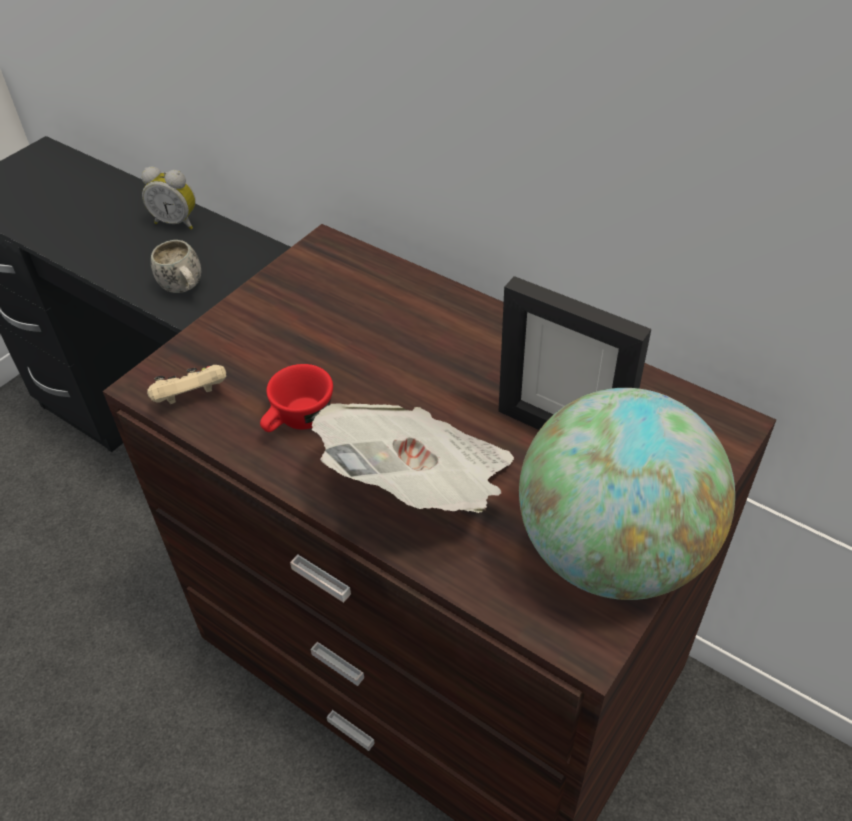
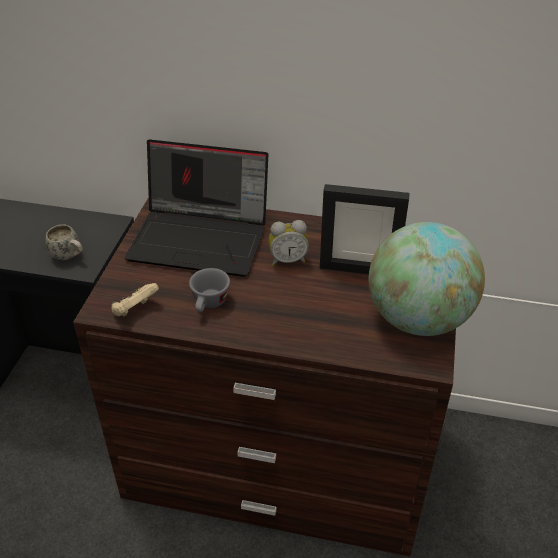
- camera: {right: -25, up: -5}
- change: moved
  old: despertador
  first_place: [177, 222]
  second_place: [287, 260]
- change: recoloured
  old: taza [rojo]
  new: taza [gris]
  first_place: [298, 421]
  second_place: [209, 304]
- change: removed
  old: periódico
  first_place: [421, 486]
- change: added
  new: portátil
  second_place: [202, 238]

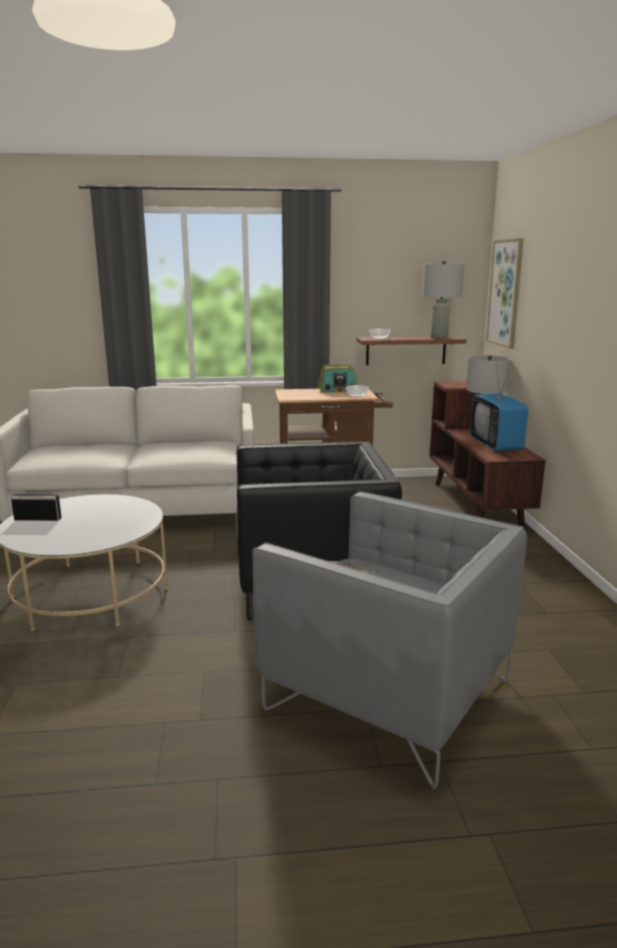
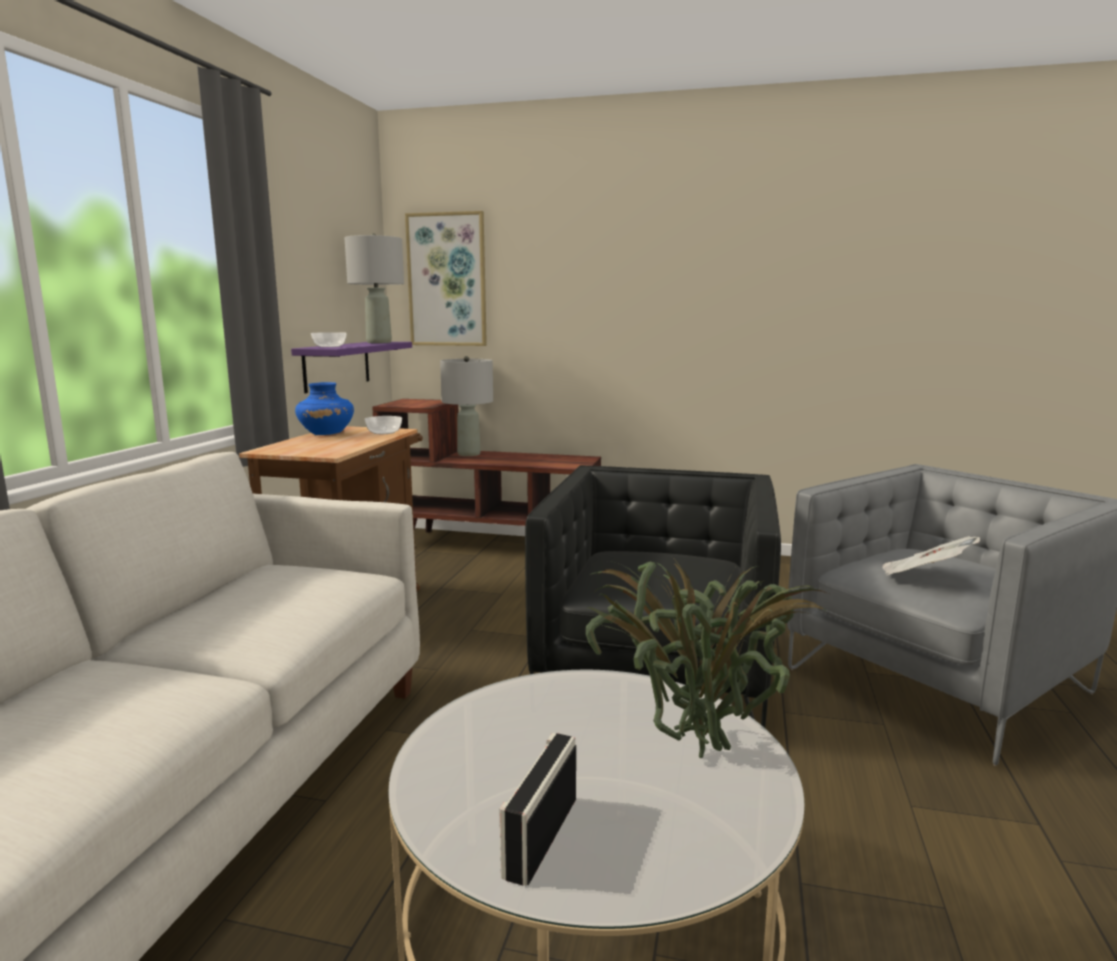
- camera: {right: -70, up: -5}
- change: replaced
  old: radio
  new: florero [azul]
  first_place: [338, 390]
  second_place: [326, 434]
- change: recoloured
  old: estante [marrón]
  new: estante [morado]
  first_place: [406, 350]
  second_place: [337, 365]
- change: removed
  old: televisor
  first_place: [495, 446]
- change: added
  new: planta en maceta
  second_place: [693, 749]

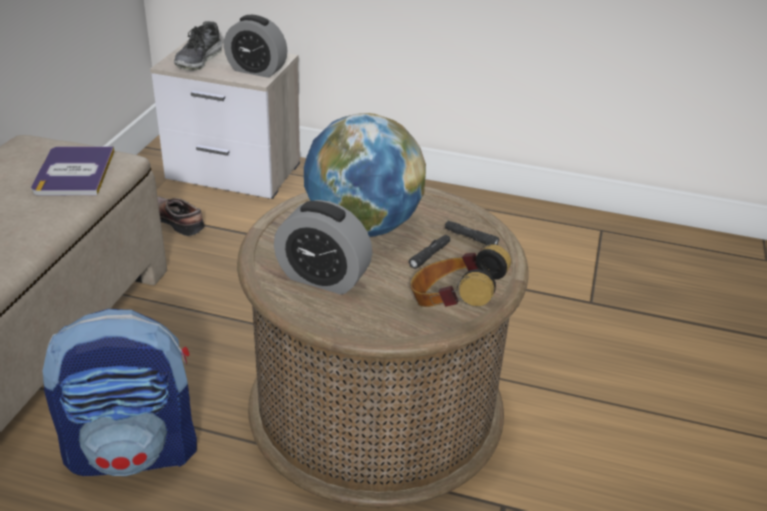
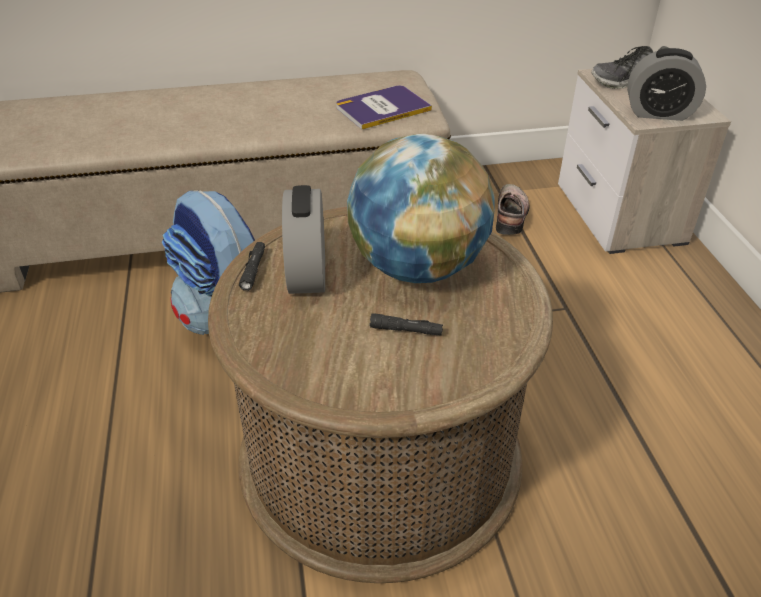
- camera: {right: 65, up: 5}
- change: turned
  old: despertador
  first_place: [256, 70]
  second_place: [658, 113]
  degrees: -75
- change: removed
  old: auriculares
  first_place: [453, 305]
- change: moved
  old: linterna [negro]
  first_place: [470, 238]
  second_place: [253, 270]

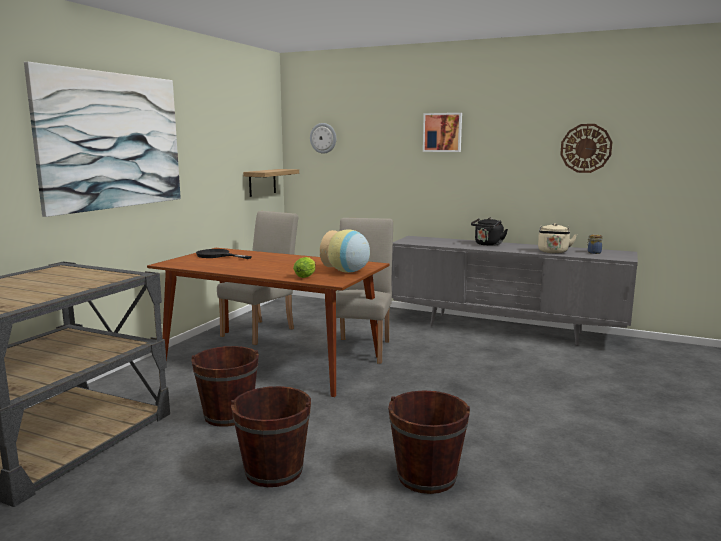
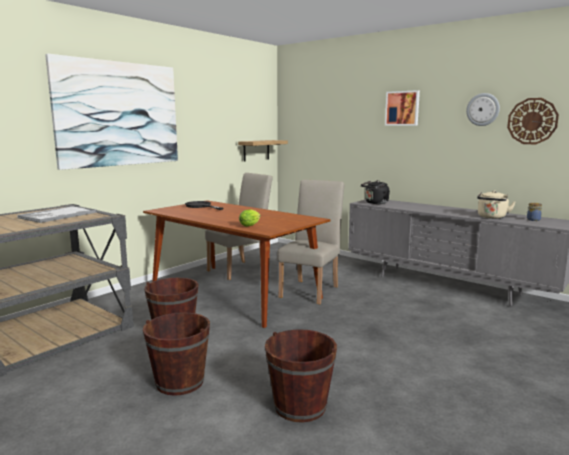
- camera: {right: 15, up: 0}
- change: moved
  old: reloj de pared
  first_place: [323, 138]
  second_place: [483, 109]
- change: removed
  old: florero
  first_place: [347, 271]
- change: moved
  old: hervidor [negro]
  first_place: [488, 244]
  second_place: [375, 203]
- change: added
  new: bandeja
  second_place: [57, 215]

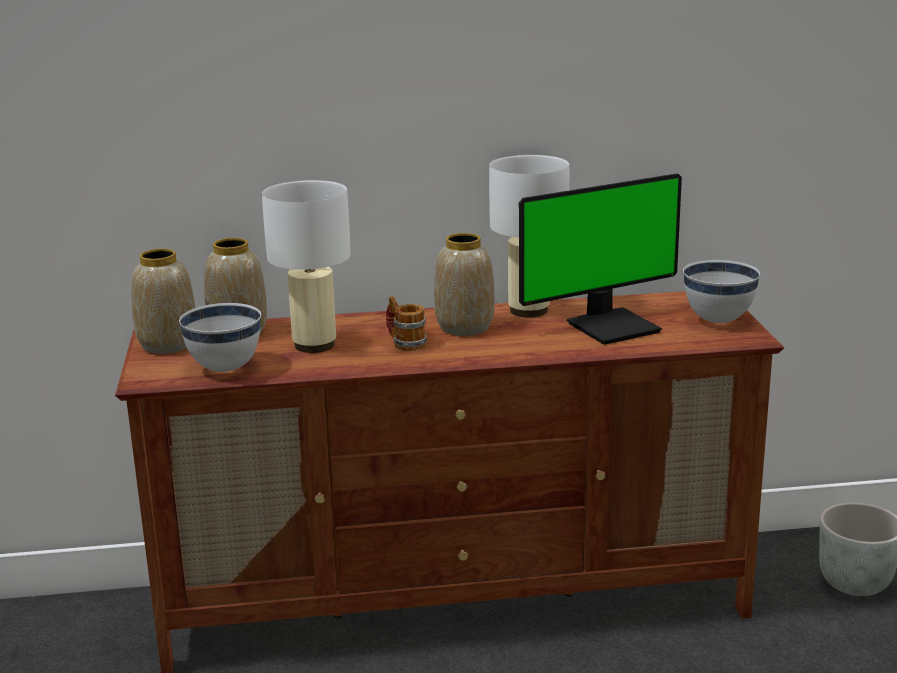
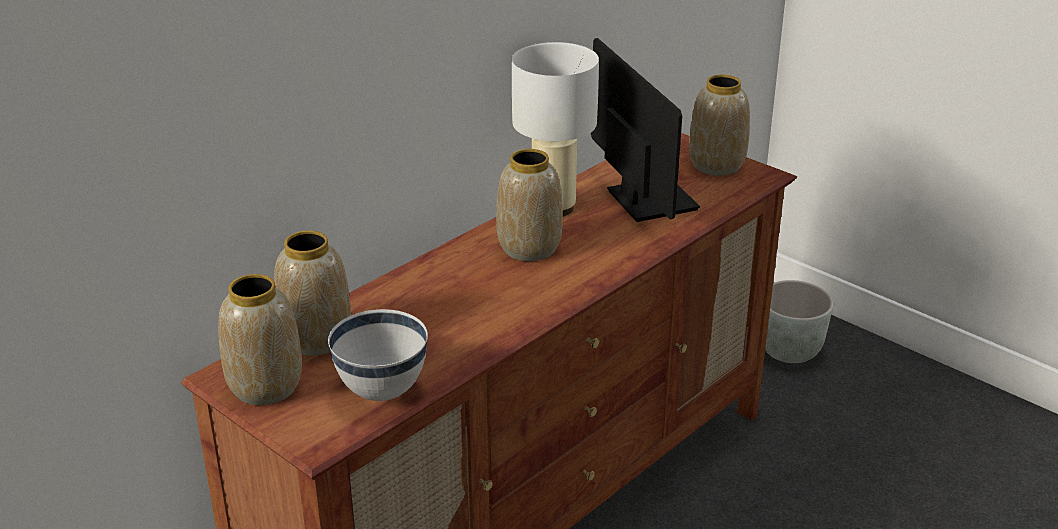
- camera: {right: -40, up: 10}
- change: removed
  old: lámpara de mesa [blanco]
  first_place: [316, 345]
- change: removed
  old: taza grande
  first_place: [405, 343]
- change: turned
  old: monitor
  first_place: [612, 326]
  second_place: [647, 201]
  degrees: -45
- change: replaced
  old: cuenco [blanco]
  new: florero
  first_place: [718, 321]
  second_place: [717, 165]

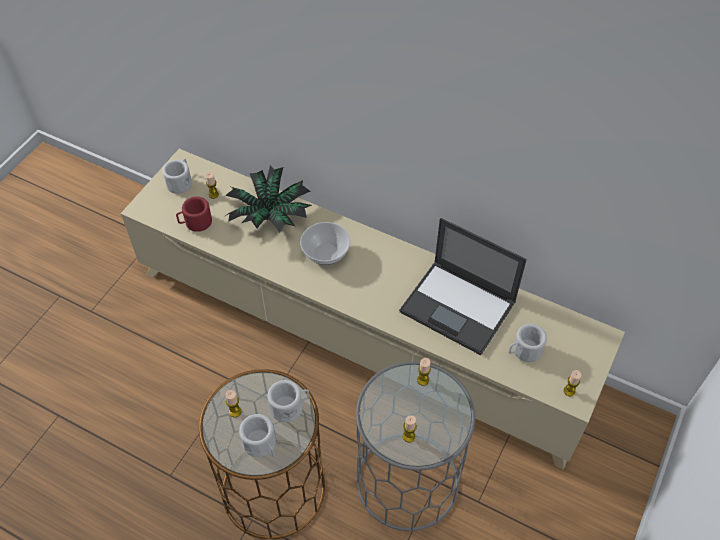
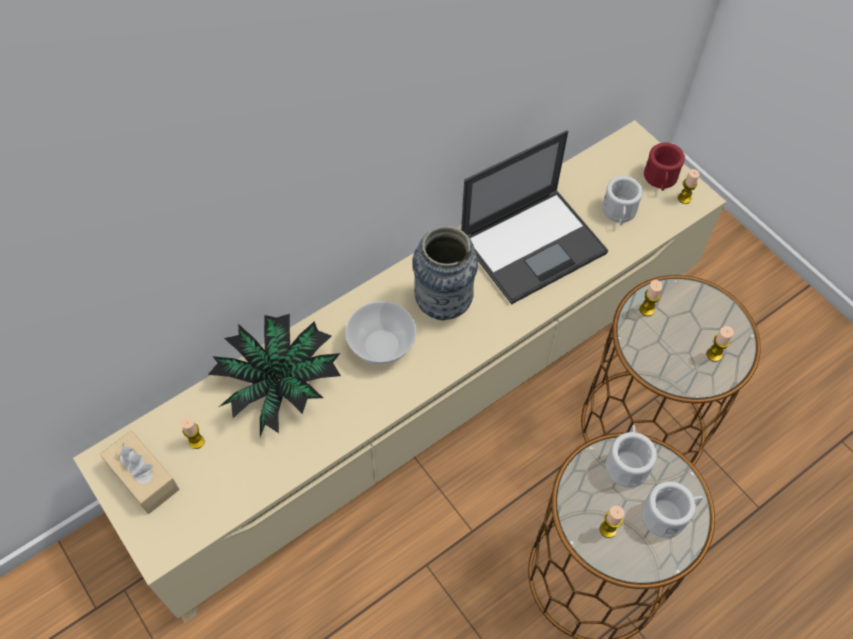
- camera: {right: -65, up: 5}
- change: replaced
  old: taza grande [blanco]
  new: caja de pañuelos [beis]
  first_place: [181, 182]
  second_place: [143, 477]
- change: moved
  old: taza grande [rojo]
  first_place: [195, 222]
  second_place: [660, 179]
- change: recoloured
  old: mesa auxiliar [gris]
  new: mesa auxiliar [marrón]
  first_place: [408, 481]
  second_place: [643, 426]
- change: added
  new: florero
  second_place: [443, 304]

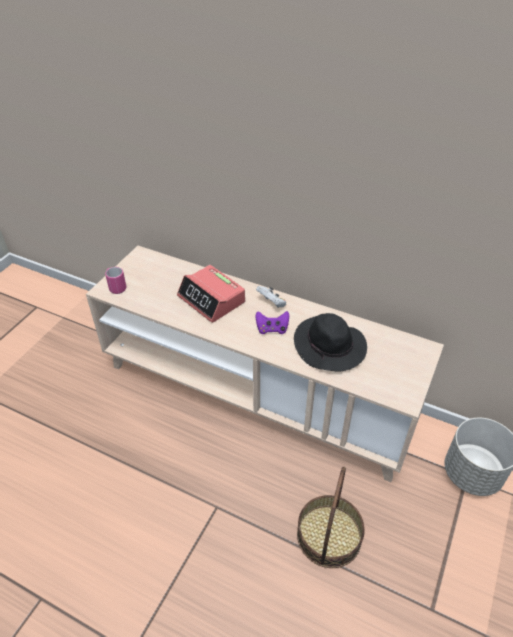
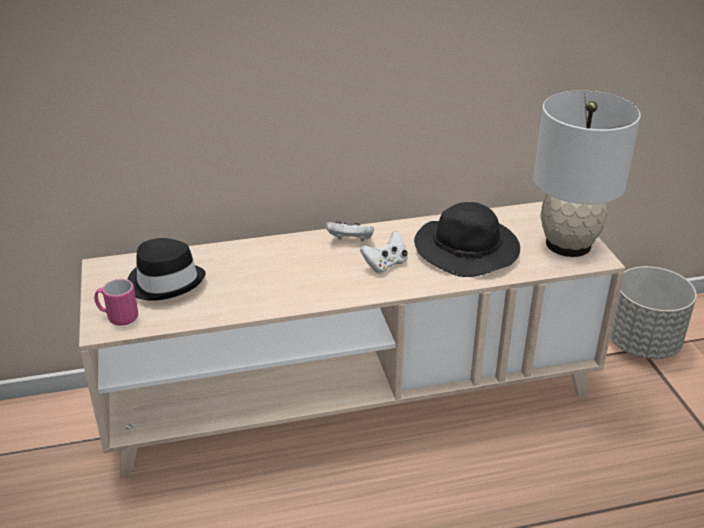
- camera: {right: -40, up: -10}
- change: removed
  old: despertador
  first_place: [212, 299]
- change: recoloured
  old: mando de consola [morado]
  new: mando de consola [blanco]
  first_place: [272, 329]
  second_place: [385, 265]
- change: removed
  old: cesta
  first_place: [329, 536]
- change: added
  new: sombrero [negro]
  second_place: [165, 282]
- change: added
  new: lámpara de mesa [blanco]
  second_place: [568, 244]

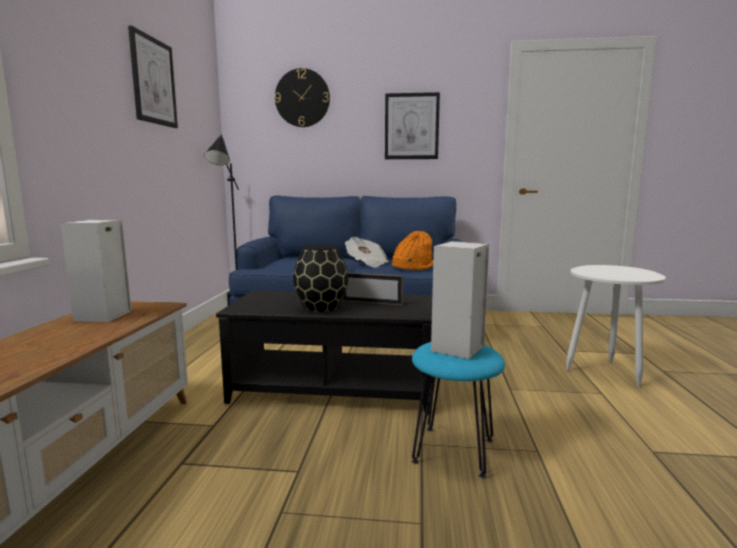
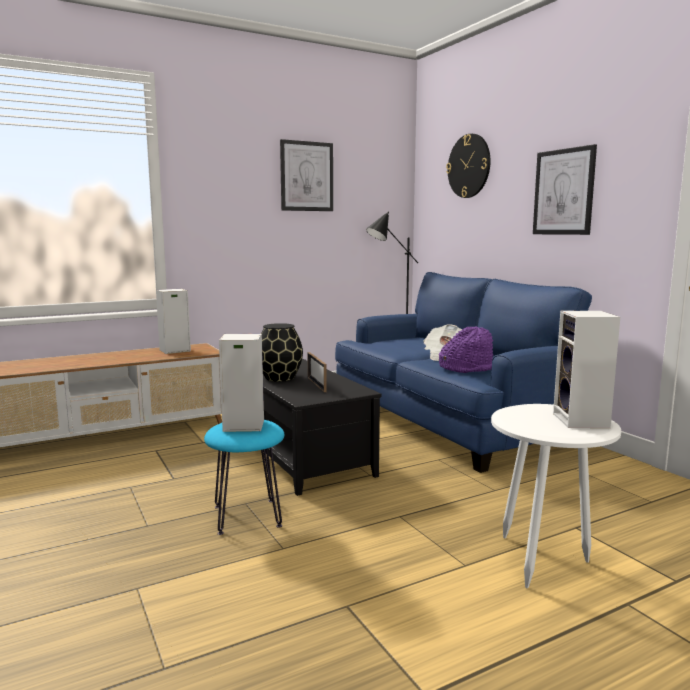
- camera: {right: 55, up: 0}
- change: recoloured
  old: sombrero [naranja]
  new: sombrero [morado]
  first_place: [412, 267]
  second_place: [467, 368]
- change: added
  new: altavoz
  second_place: [582, 421]

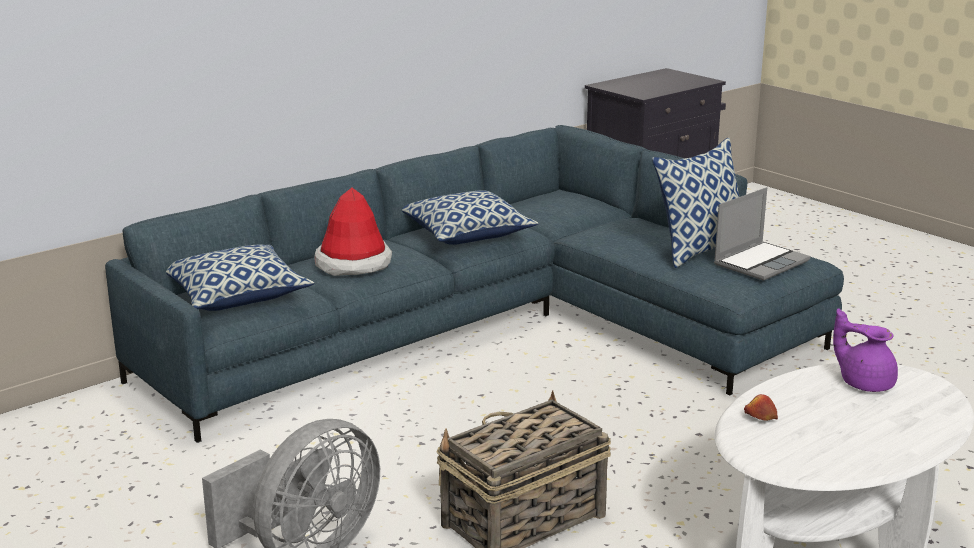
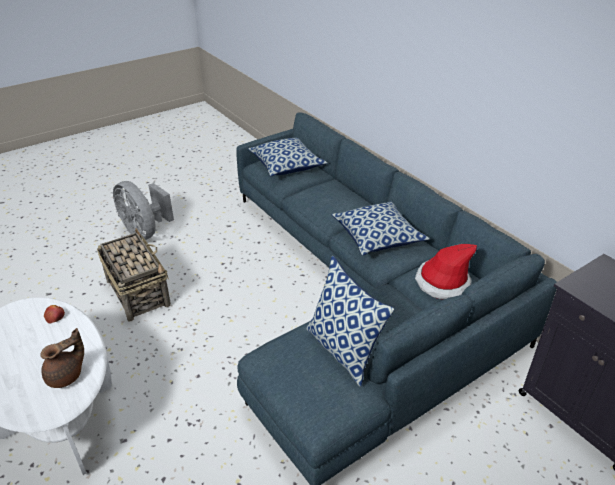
- camera: {right: 95, up: 15}
- change: moved
  old: sombrero
  first_place: [353, 263]
  second_place: [442, 283]
- change: removed
  old: portátil
  first_place: [761, 262]
- change: recoloured
  old: tetera [morado]
  new: tetera [marrón]
  first_place: [864, 383]
  second_place: [66, 376]

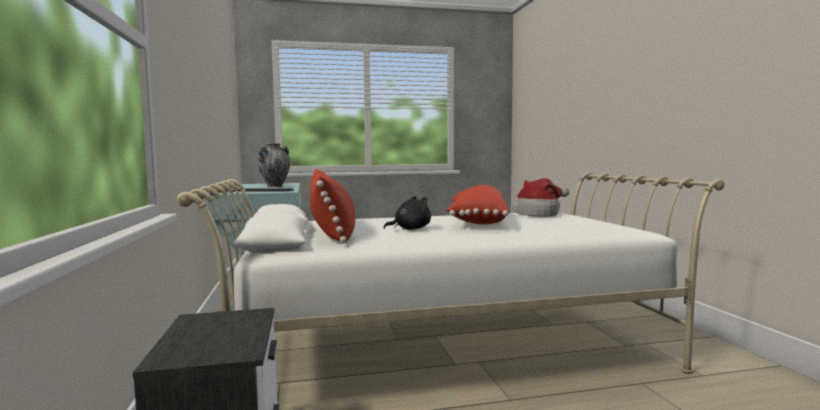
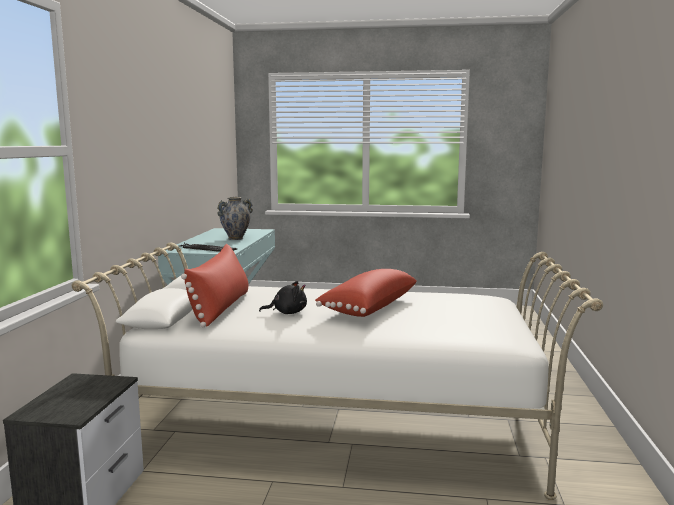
- camera: {right: 20, up: 5}
- change: removed
  old: sombrero
  first_place: [539, 213]

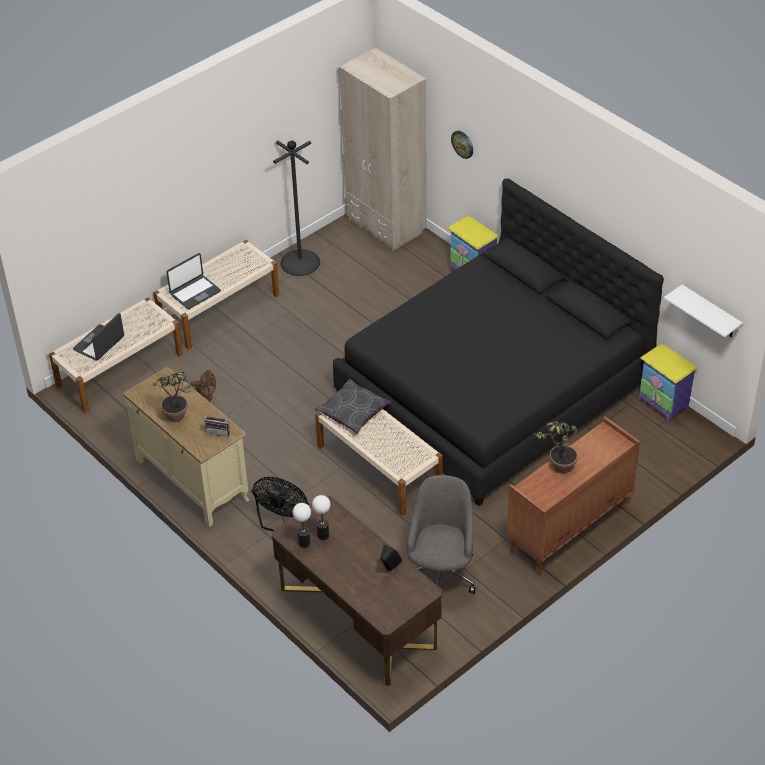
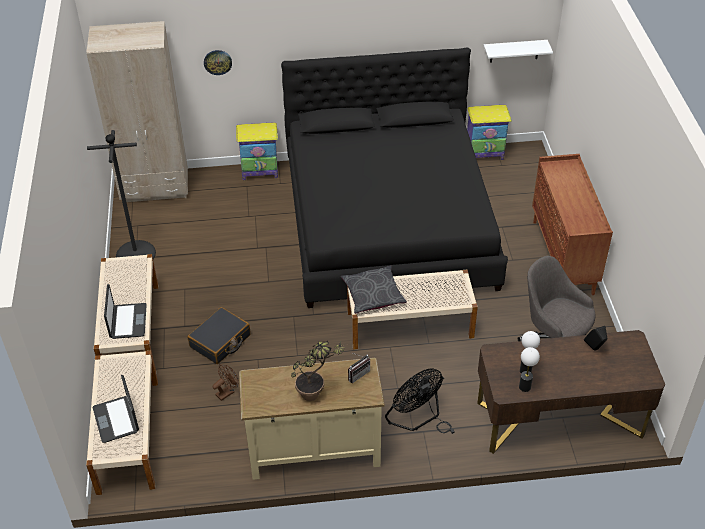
- camera: {right: -55, up: 0}
- change: removed
  old: planta en maceta
  first_place: [557, 469]
- change: added
  new: maleta [negro]
  second_place: [220, 341]

